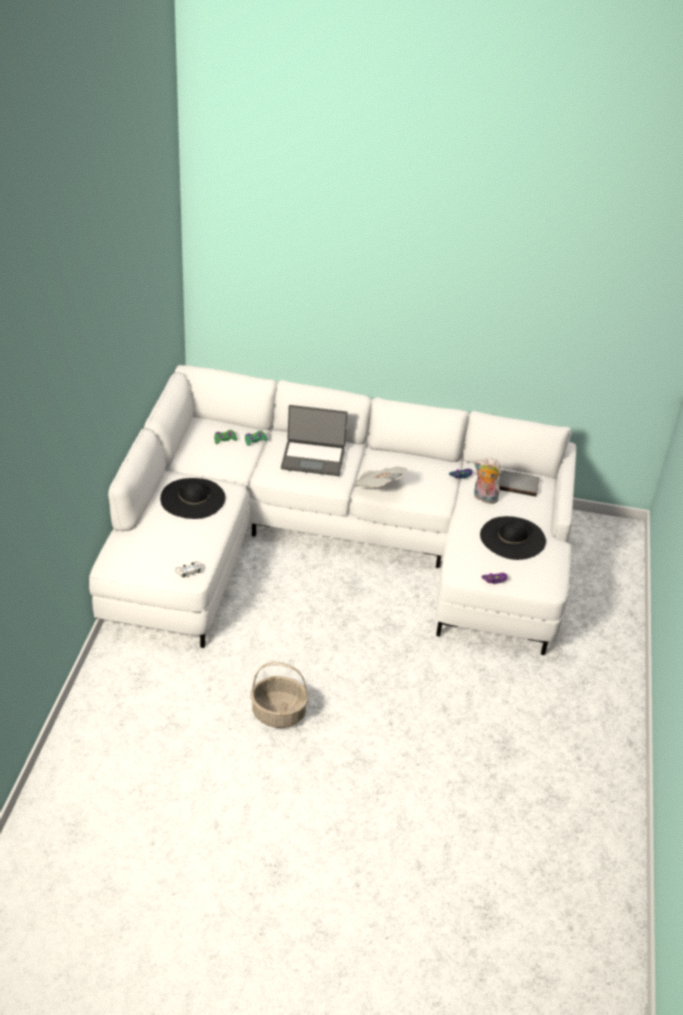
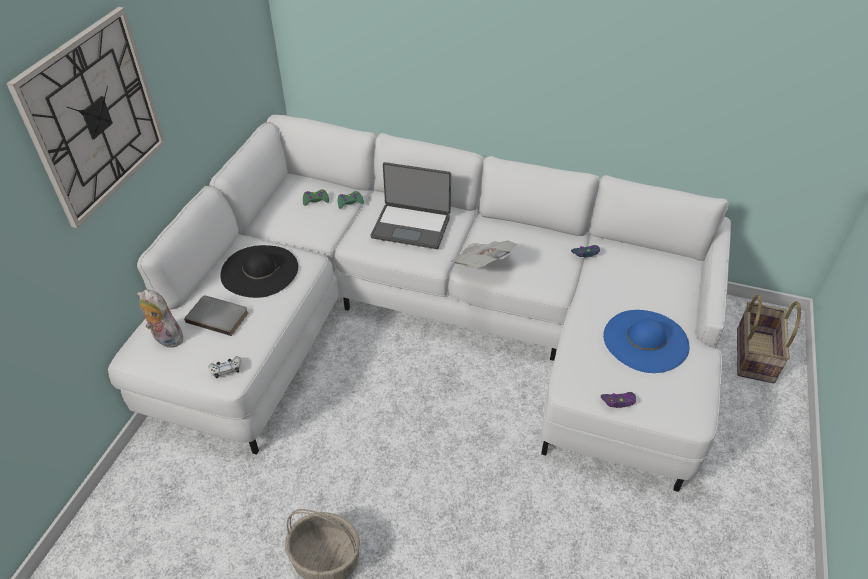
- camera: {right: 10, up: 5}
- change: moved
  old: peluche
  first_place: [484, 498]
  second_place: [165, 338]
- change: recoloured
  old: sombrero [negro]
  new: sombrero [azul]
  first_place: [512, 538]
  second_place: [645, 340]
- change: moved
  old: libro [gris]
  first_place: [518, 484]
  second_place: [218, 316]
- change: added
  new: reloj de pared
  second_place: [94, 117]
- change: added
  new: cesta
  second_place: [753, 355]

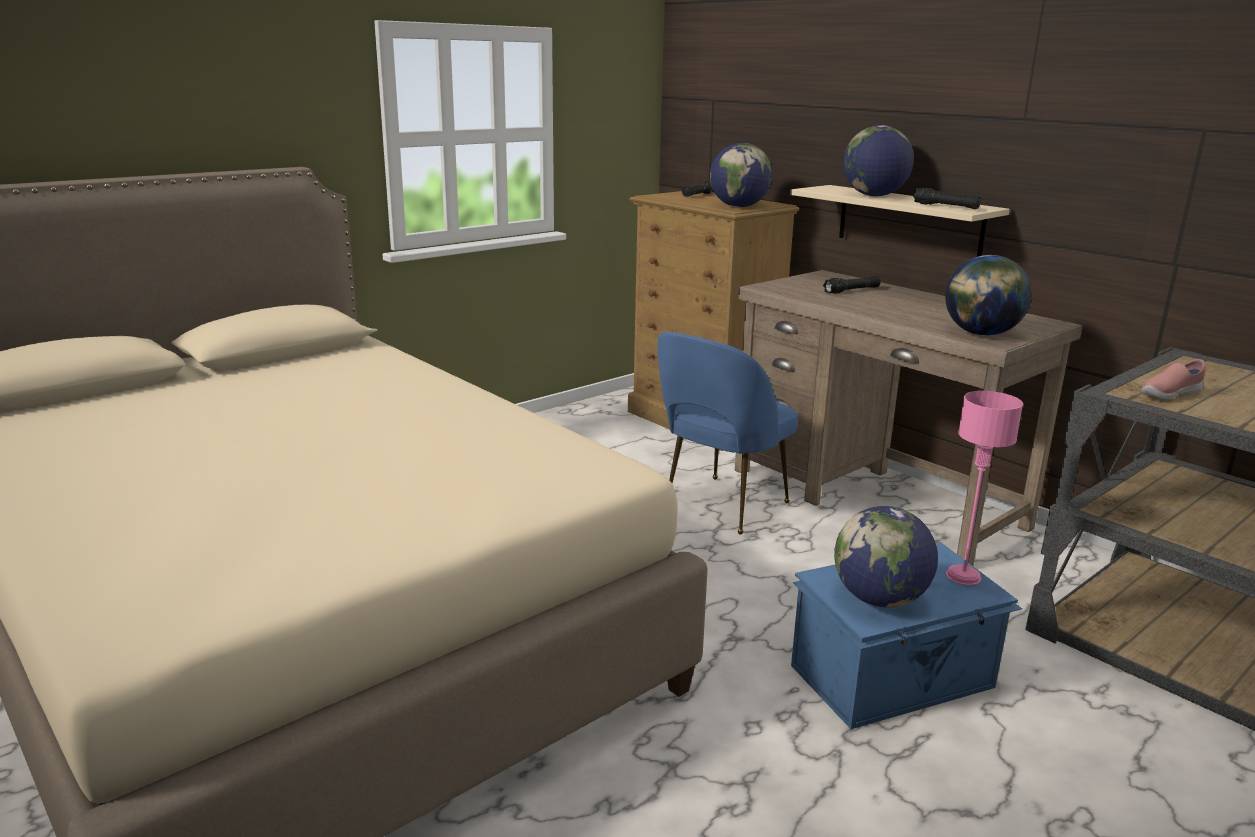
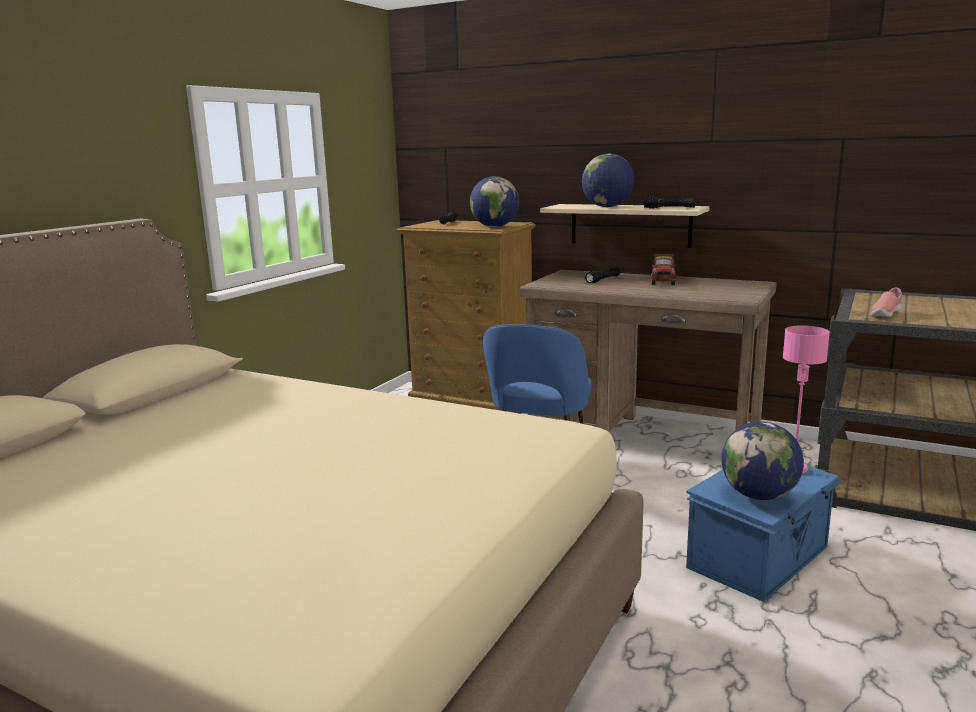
- camera: {right: -20, up: -5}
- change: removed
  old: globo terráqueo
  first_place: [981, 334]
- change: added
  new: camión de juguete
  second_place: [663, 280]

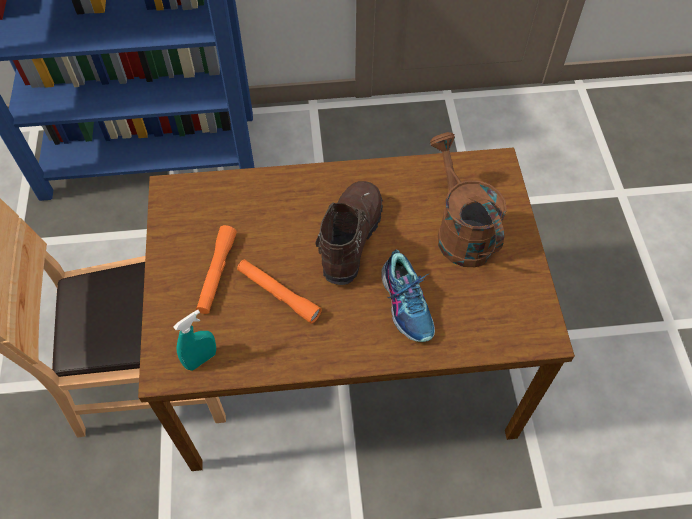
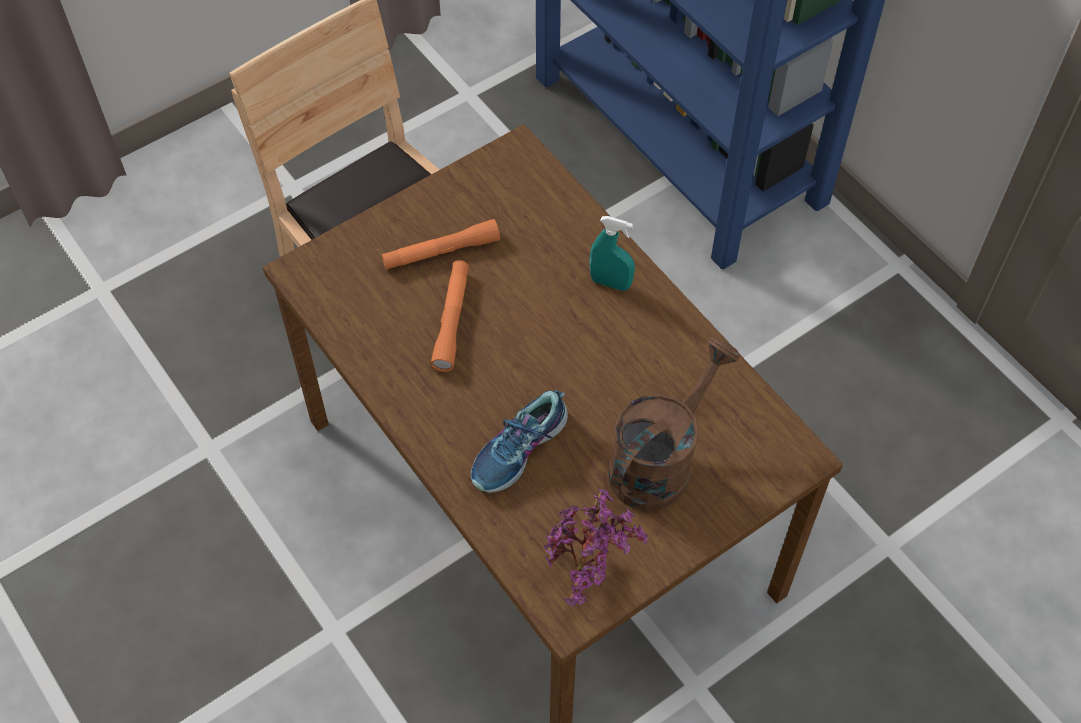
- camera: {right: 60, up: 0}
- change: moved
  old: pulverizador [turquesa]
  first_place: [201, 359]
  second_place: [610, 283]
- change: removed
  old: bota [marrón]
  first_place: [350, 239]
- change: added
  new: planta en maceta
  second_place: [588, 572]

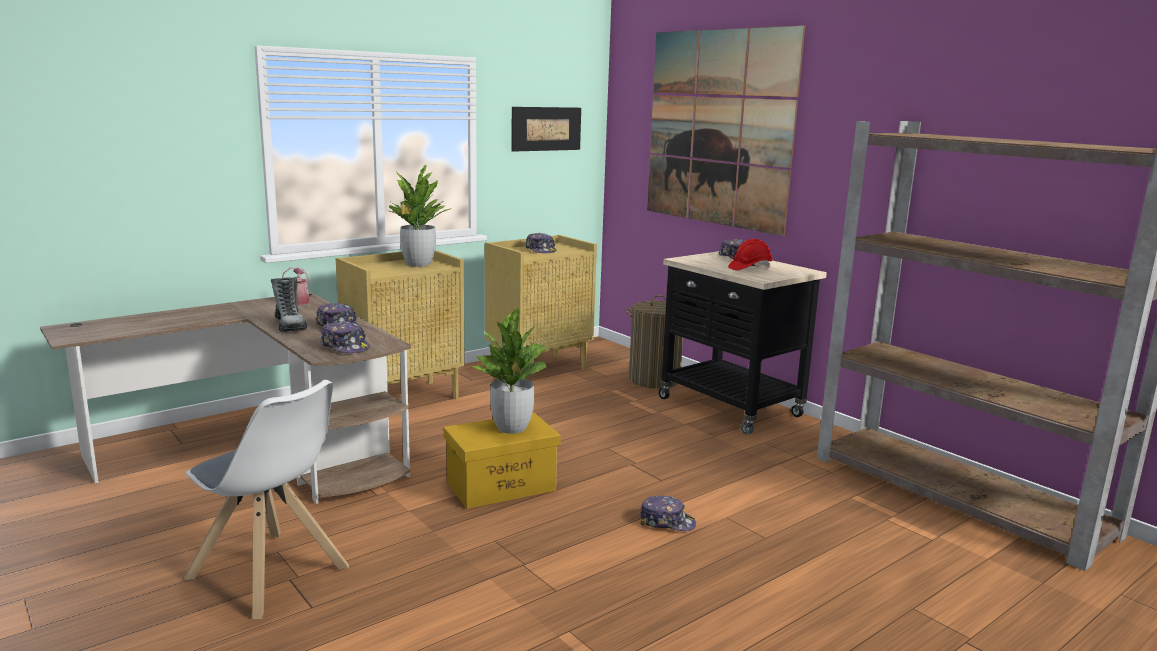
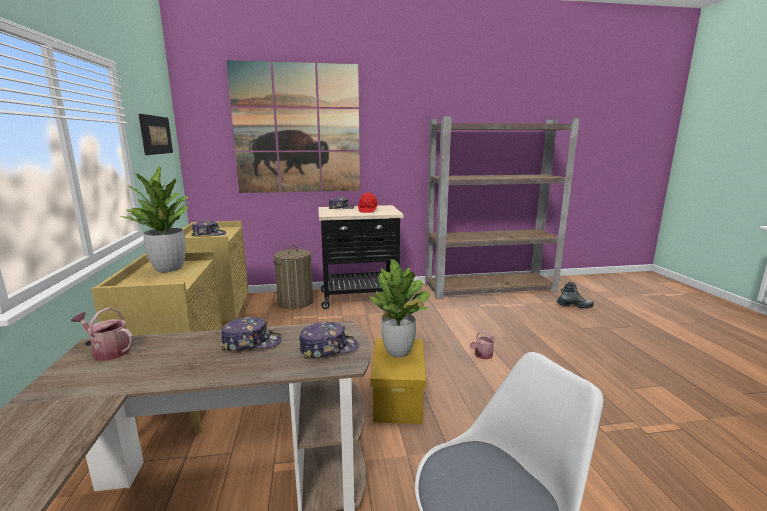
- camera: {right: -60, up: 0}
- change: moved
  old: bota
  first_place: [290, 325]
  second_place: [574, 306]
- change: replaced
  old: gorra
  new: regadera
  first_place: [667, 522]
  second_place: [482, 356]

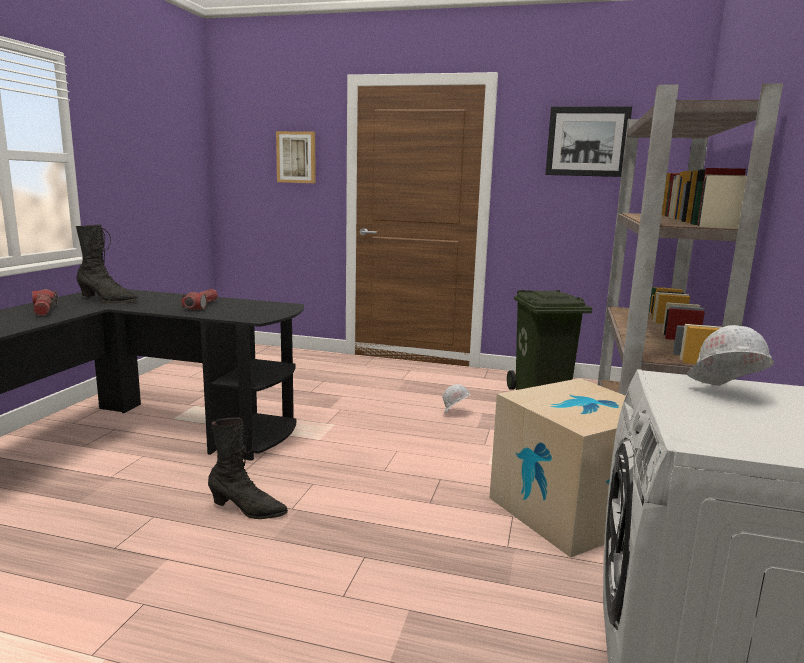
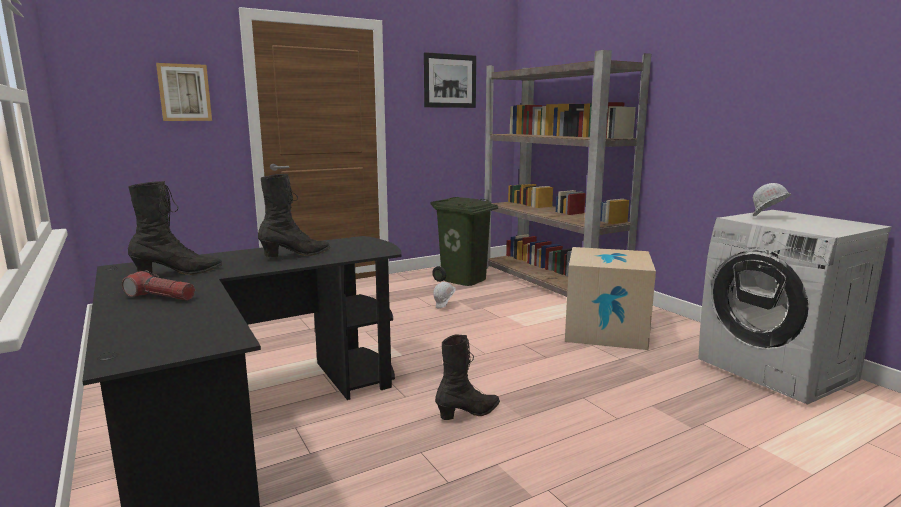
- camera: {right: -45, up: 0}
- change: replaced
  old: linterna
  new: bota [negro]
  first_place: [201, 306]
  second_place: [297, 255]

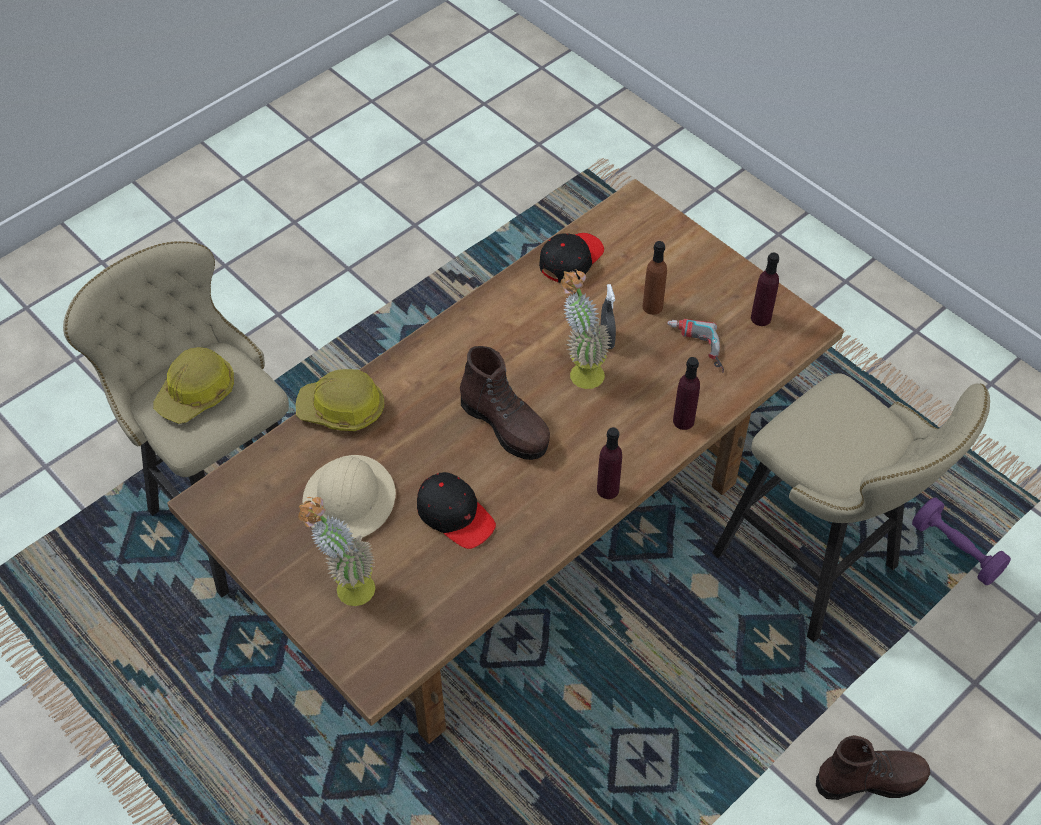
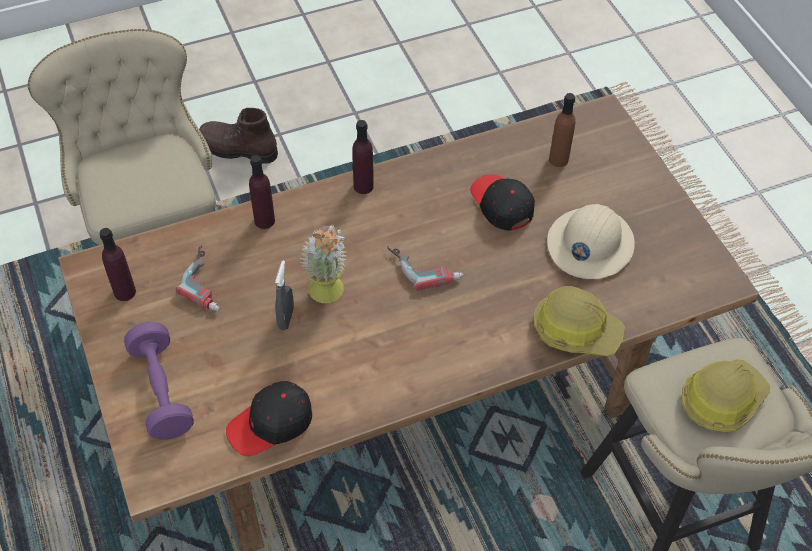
- camera: {right: -160, up: 0}
- change: removed
  old: planta en maceta
  first_place: [346, 586]
- change: replaced
  old: bota [marrón]
  new: taladro
  first_place: [505, 425]
  second_place: [425, 266]
- change: moved
  old: botella [marrón]
  first_place: [652, 306]
  second_place: [558, 159]
- change: moved
  old: mancuerna [morado]
  first_place: [956, 550]
  second_place: [161, 391]

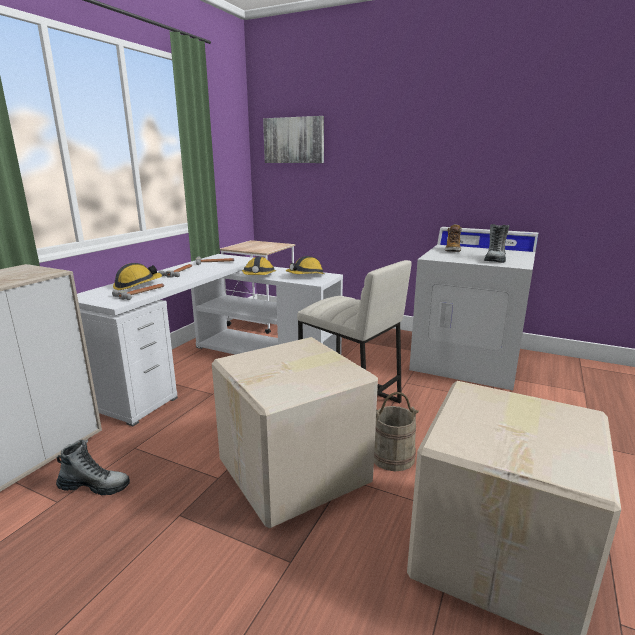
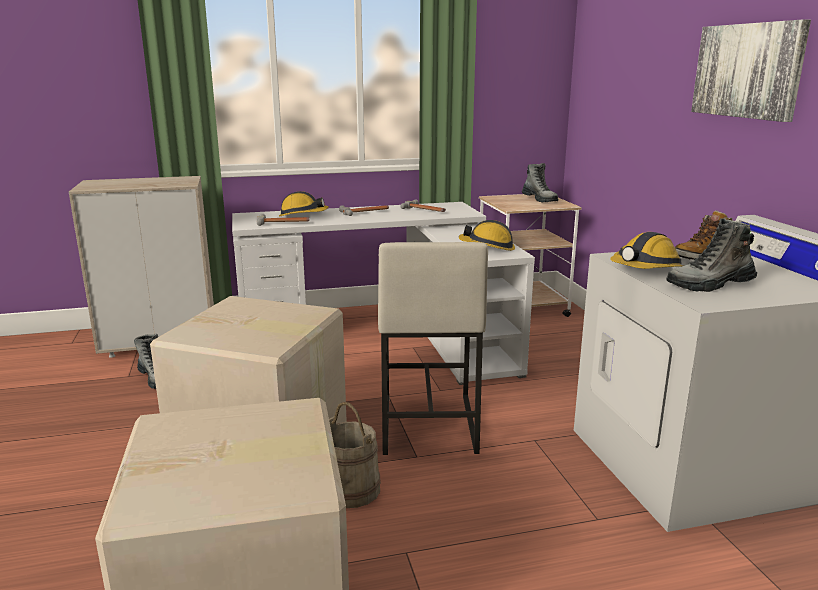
- camera: {right: 50, up: 0}
- change: moved
  old: casco
  first_place: [259, 276]
  second_place: [645, 269]
- change: moved
  old: cuadro
  first_place: [294, 140]
  second_place: [748, 71]
- change: added
  new: bota
  second_place: [540, 199]

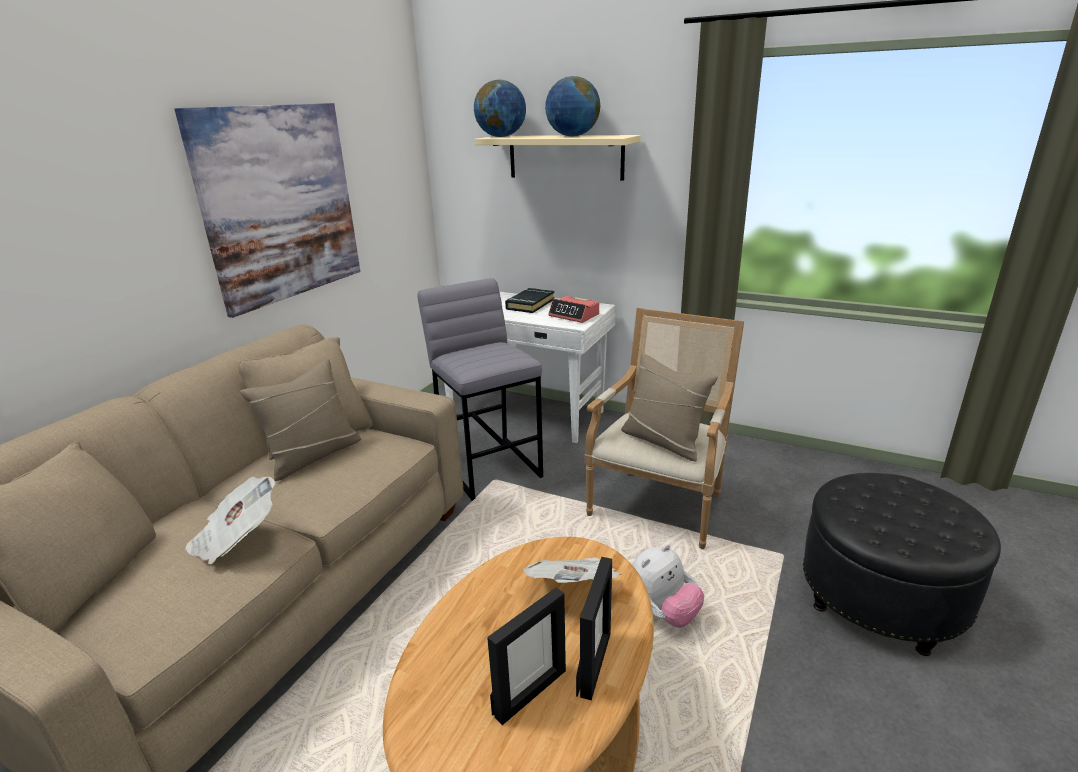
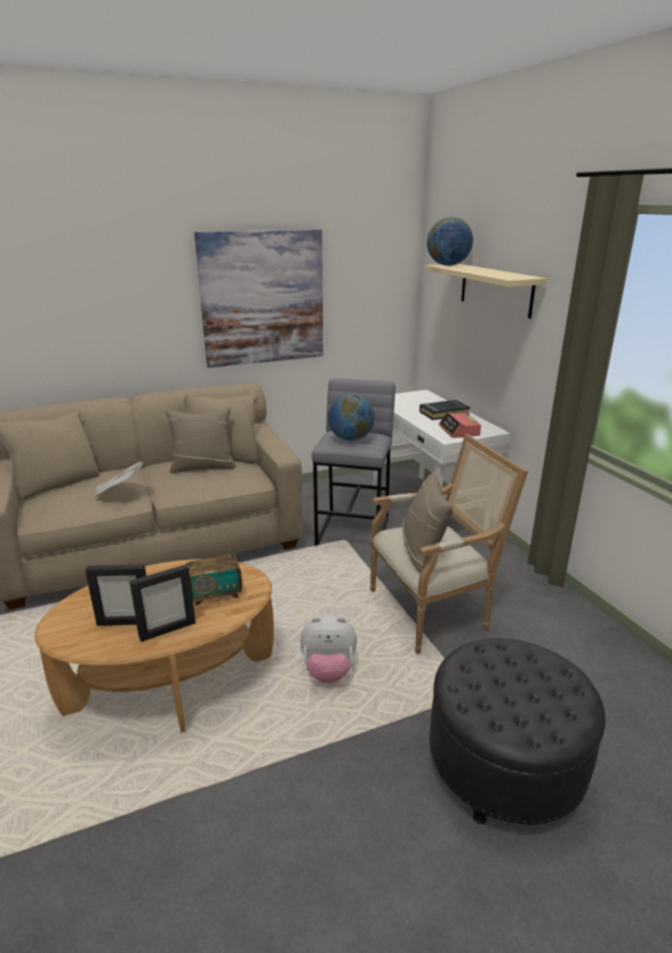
- camera: {right: 40, up: 0}
- change: replaced
  old: periódico
  new: radio
  first_place: [574, 589]
  second_place: [215, 594]
- change: moved
  old: globo terráqueo
  first_place: [572, 136]
  second_place: [350, 439]

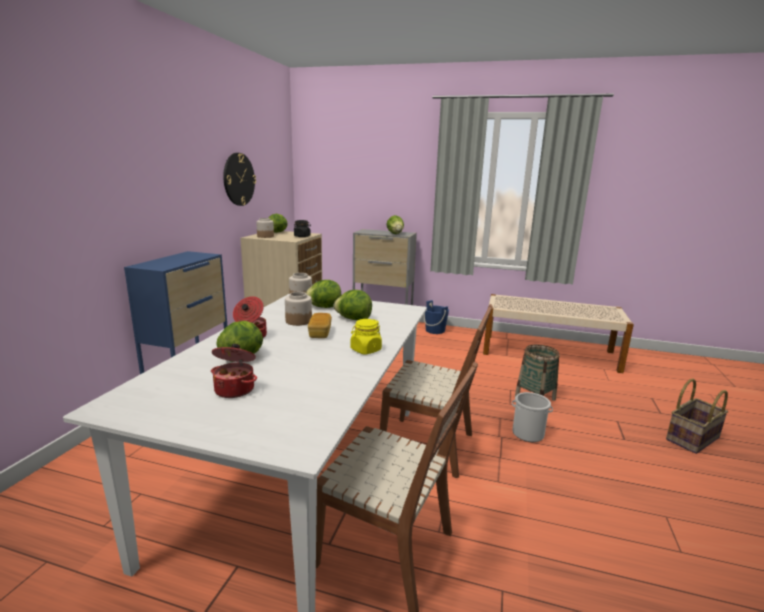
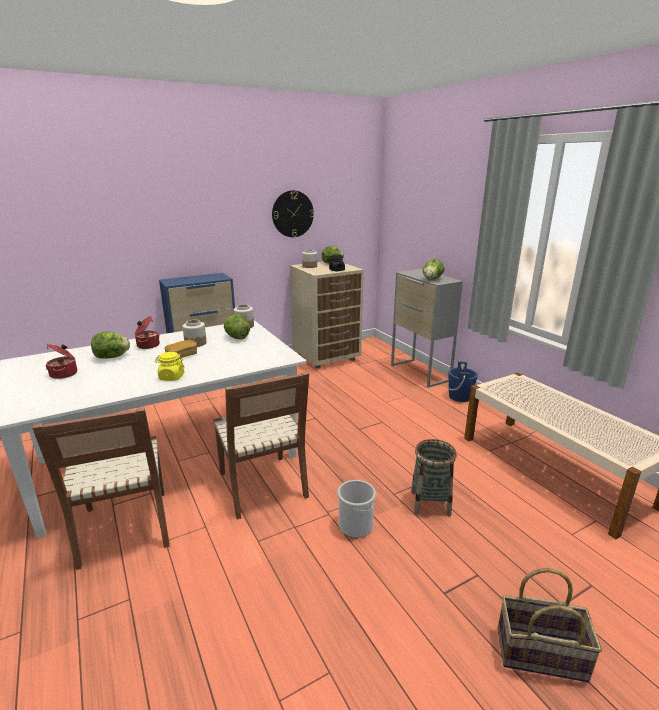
- camera: {right: 45, up: 5}
- change: removed
  old: lechuga
  first_place: [353, 319]

